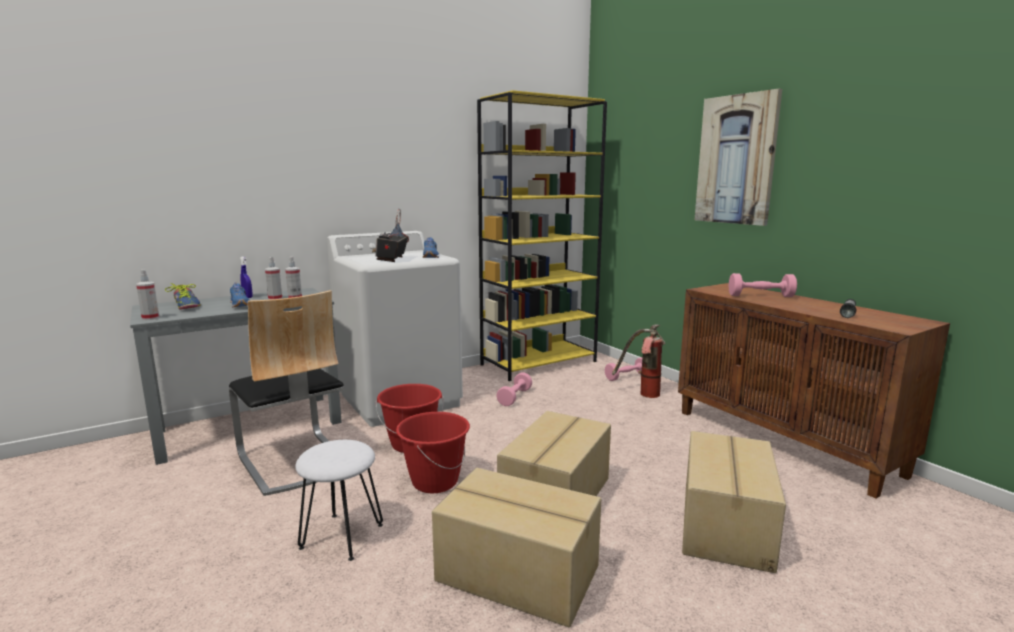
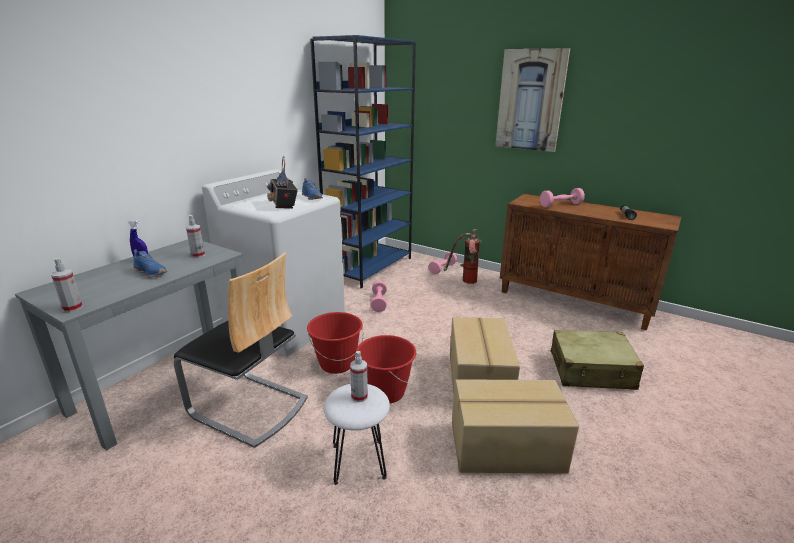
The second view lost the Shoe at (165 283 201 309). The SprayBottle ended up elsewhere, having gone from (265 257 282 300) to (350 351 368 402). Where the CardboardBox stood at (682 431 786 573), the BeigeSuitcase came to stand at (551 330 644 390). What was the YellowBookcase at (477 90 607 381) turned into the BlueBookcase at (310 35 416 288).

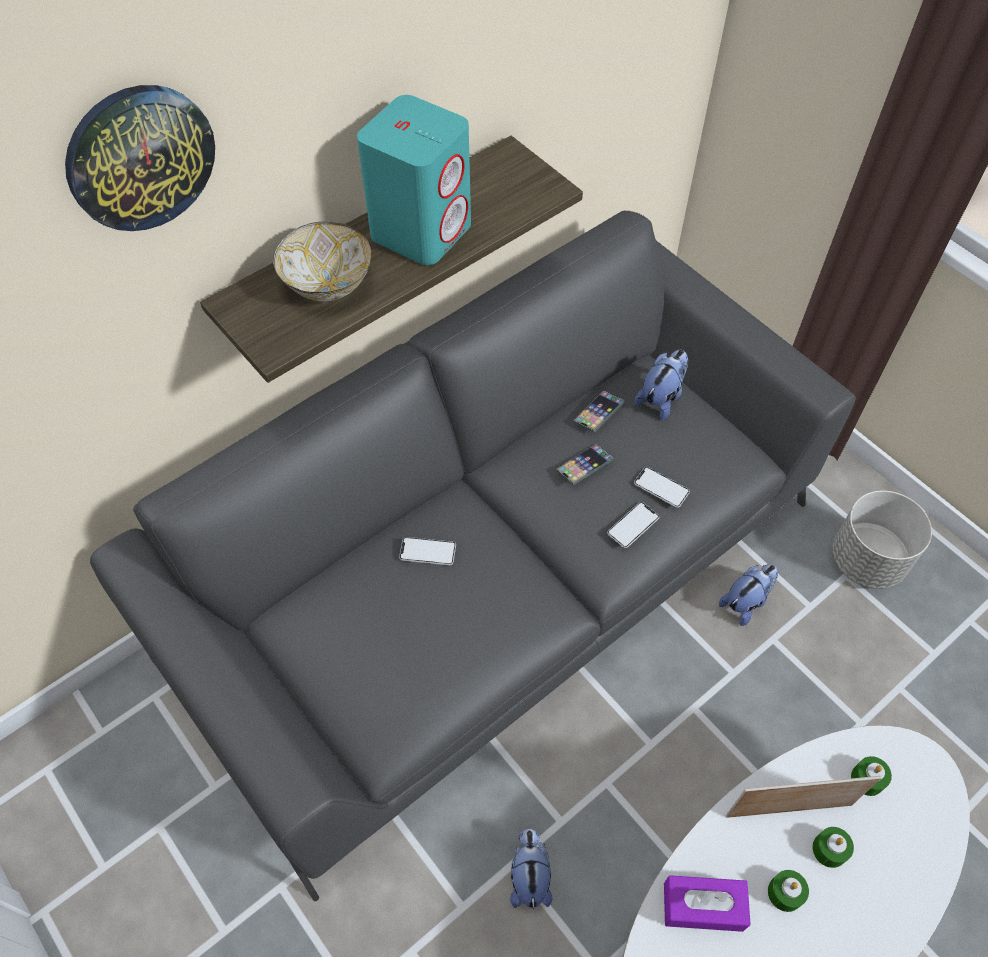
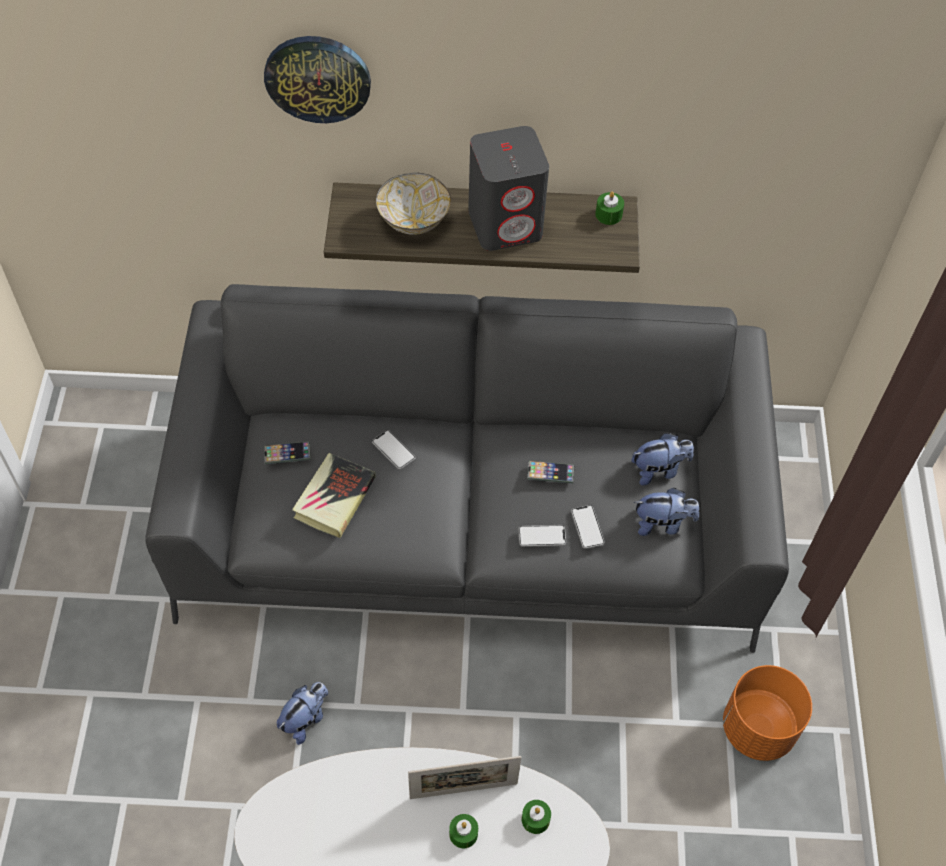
The second view lost the PurpleTissueBox at (664 875 751 932). The second view gained the Book at (292 453 376 538). The Phone ended up elsewhere, having gone from (573 390 625 432) to (264 441 311 464). The PlushToy ended up elsewhere, having gone from (719 564 778 626) to (634 488 699 536). The GreenCandle ended up elsewhere, having gone from (768 870 809 912) to (595 192 624 225). What was the TurquoiseSpeaker at (357 95 471 265) turned into the GreySpeaker at (468 126 549 251). What was the GreyPlanter at (832 490 932 589) turned into the OrangePlanter at (723 665 812 761). The PictureFrame at (726 776 882 818) ended up facing another way, 135 degrees clockwise from before.

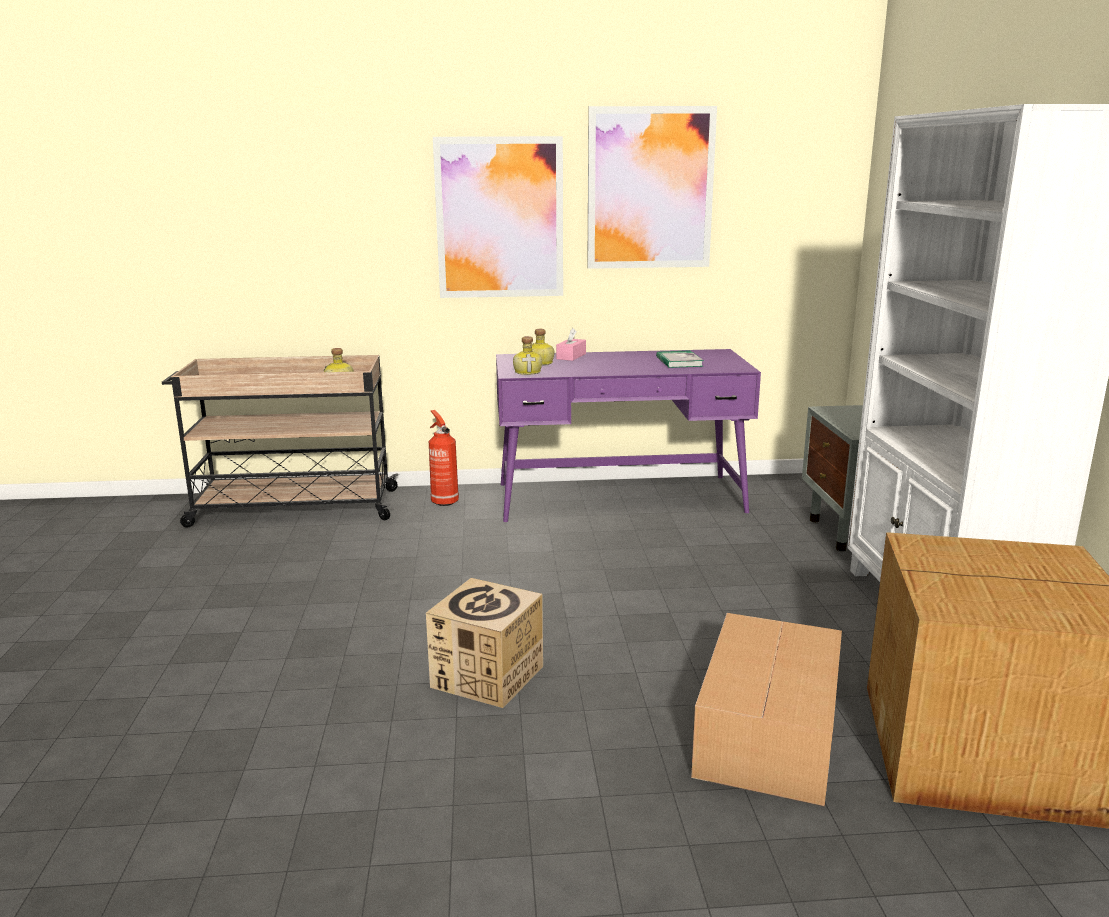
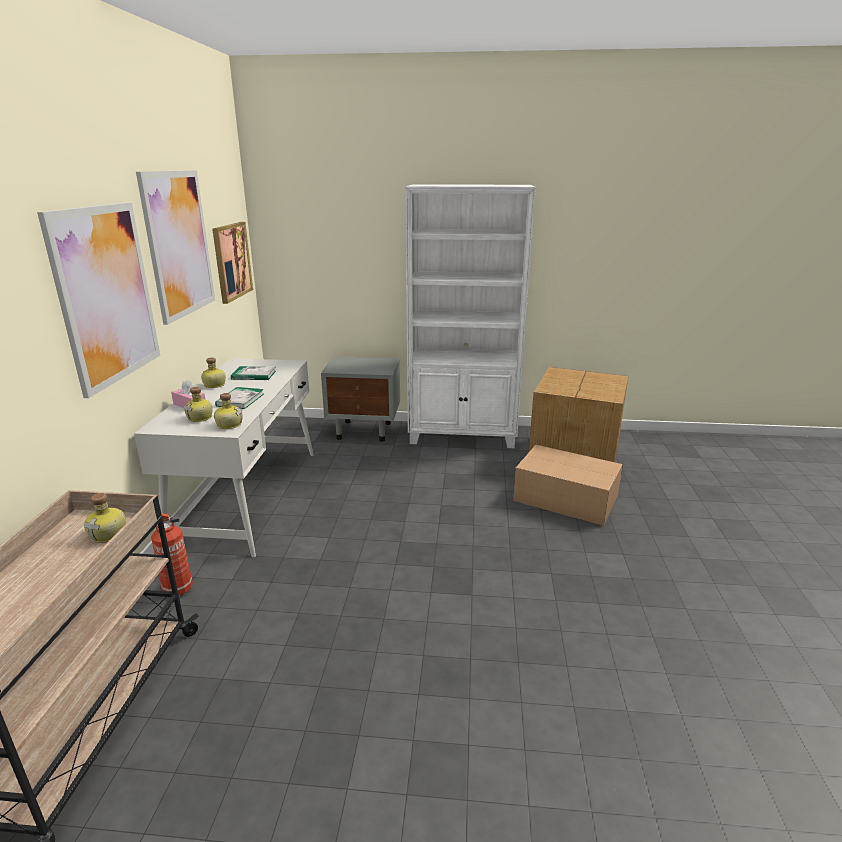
The second view lost the CardboardBox at (426 578 543 708). The second view gained the Bottle at (201 357 226 388). The second view gained the Picture at (212 222 253 304). The second view gained the Book at (215 387 264 409). What was the PurpleDesk at (496 349 761 522) turned into the WhiteDesk at (134 358 314 557).

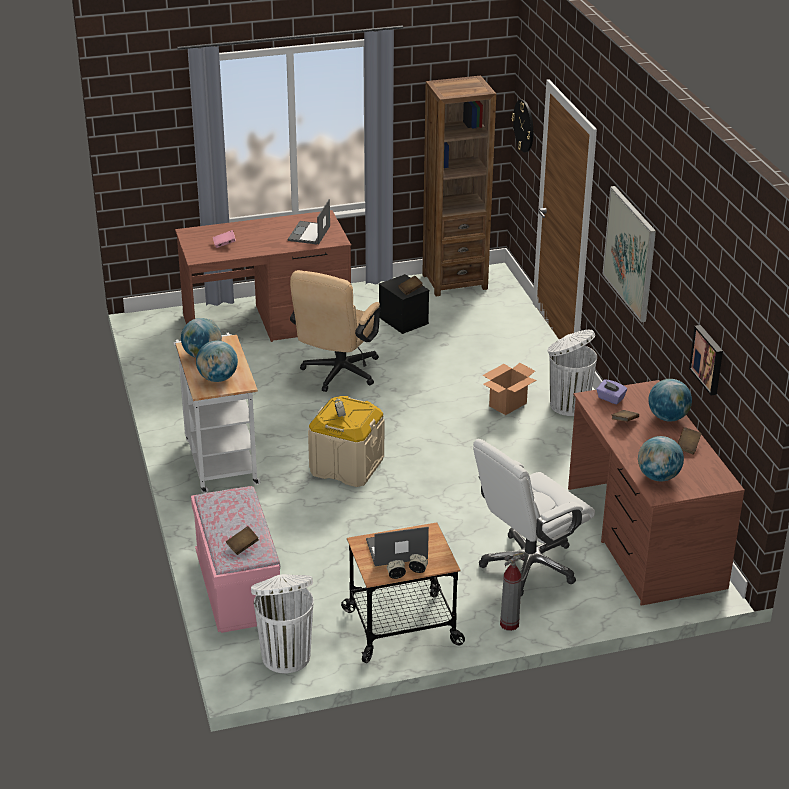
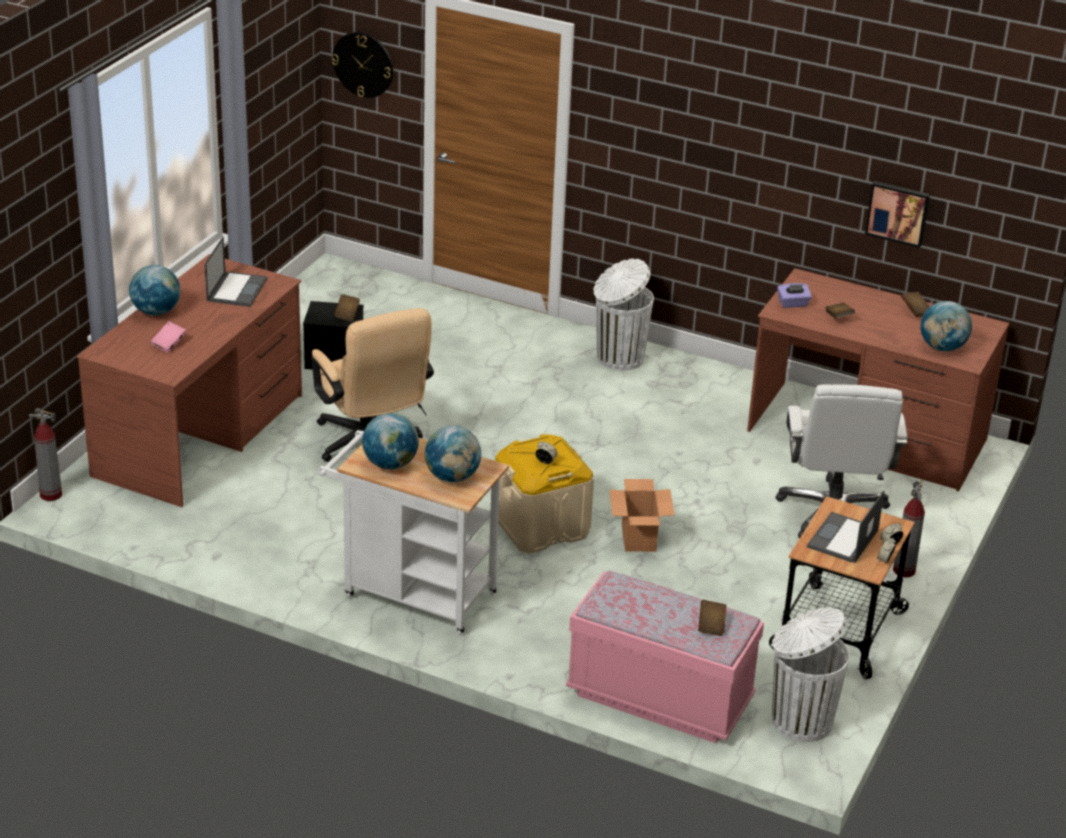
The second view lost the BrownBookcase at (422 76 496 296). The second view lost the Picture at (602 186 656 322). The second view gained the FireExtinguisher at (29 408 62 501). The CardboardBox ended up elsewhere, having gone from (482 363 537 415) to (609 479 675 552). The Globe ended up elsewhere, having gone from (648 379 692 422) to (129 265 180 316). The Laptop at (288 199 330 245) ended up facing another way, 135 degrees counterclockwise from before.

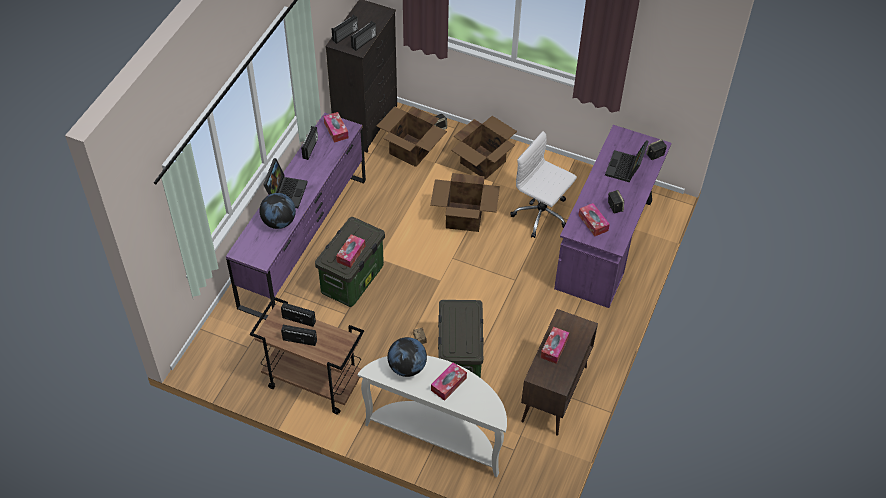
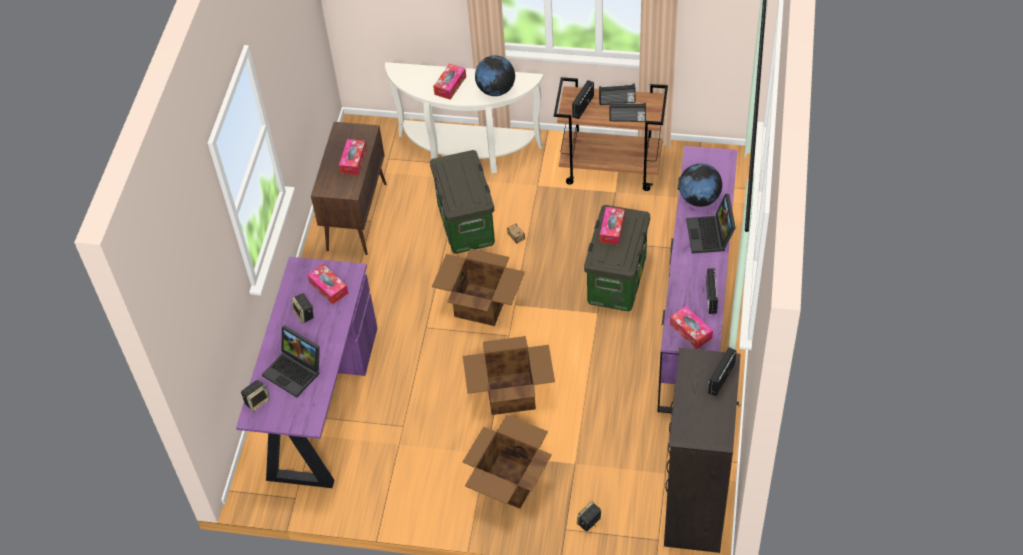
The second view lost the WhiteOfficeChair at (510 131 577 238). The Radio ended up elsewhere, having gone from (351 21 376 51) to (572 80 594 119). The CardboardBox ended up elsewhere, having gone from (377 106 447 167) to (432 248 525 326). The Laptop at (605 140 649 182) ended up facing another way, 120 degrees clockwise from before.

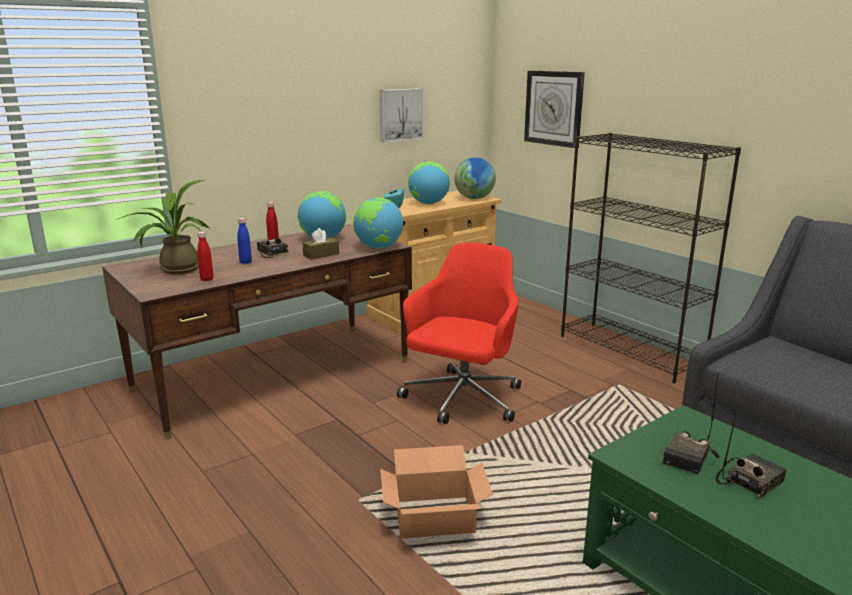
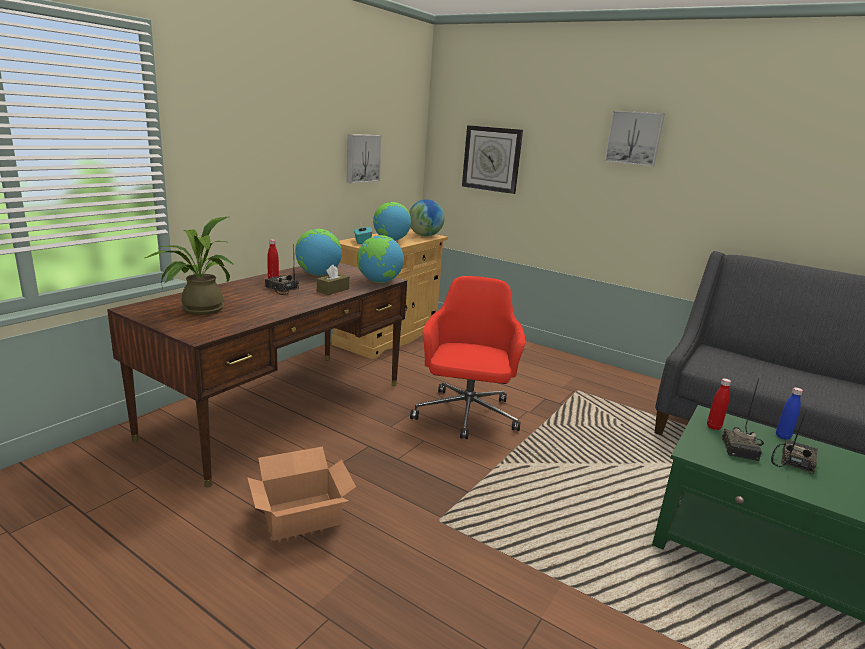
The second view lost the BlackBookcase at (561 133 741 383). The second view gained the Picture at (605 111 665 166). The RedBottle ended up elsewhere, having gone from (197 232 214 281) to (707 378 731 430). The BlueBottle ended up elsewhere, having gone from (237 218 252 264) to (776 387 803 440). The CardboardBox ended up elsewhere, having gone from (380 445 493 539) to (247 447 356 541).

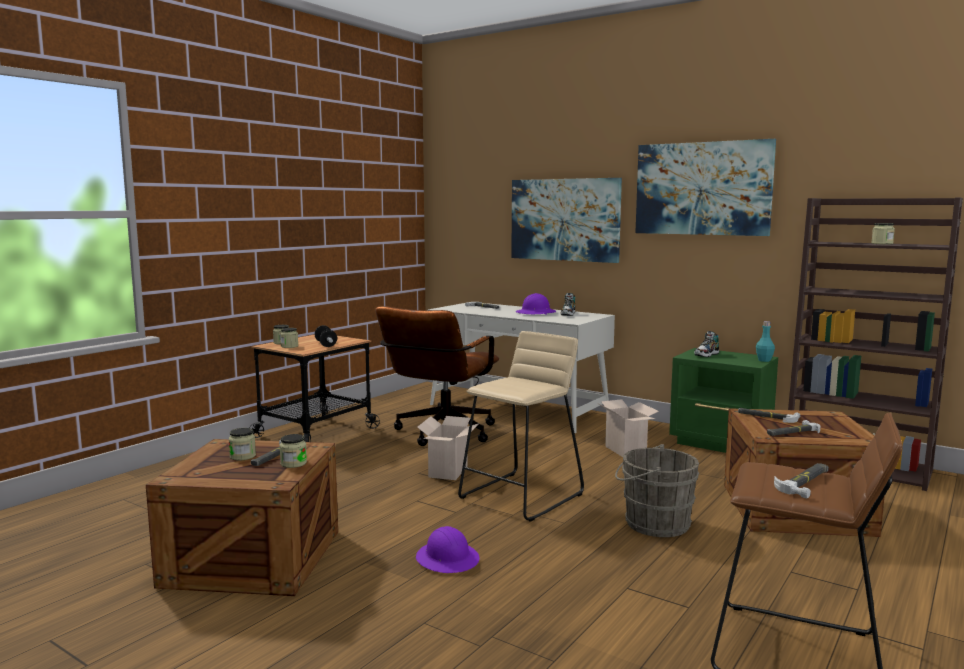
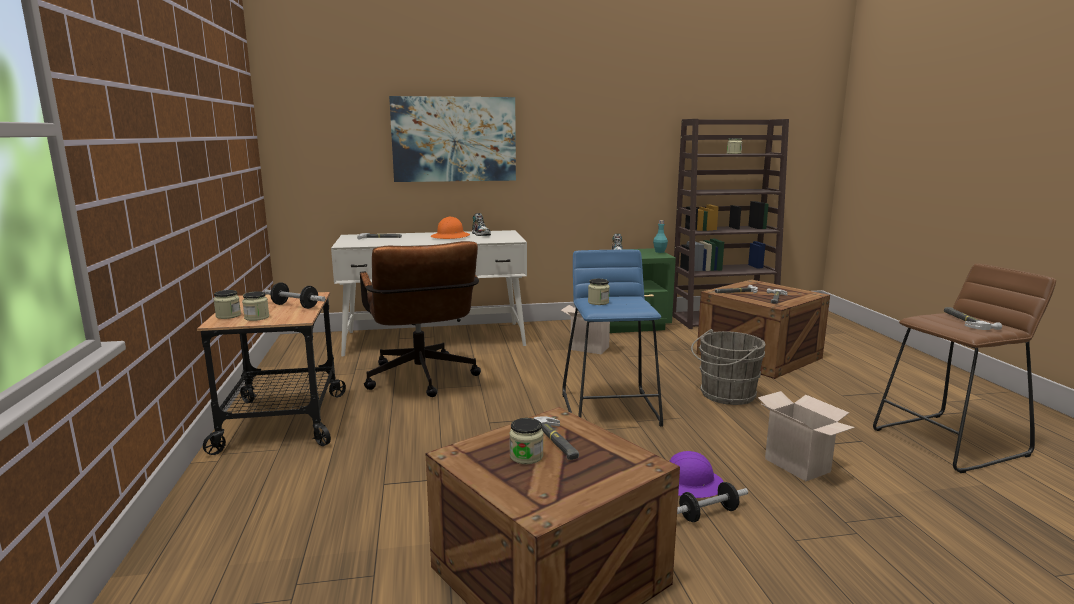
The second view lost the Picture at (635 139 776 236). The second view gained the Dumbbell at (677 482 748 522). The Jar ended up elsewhere, having gone from (279 434 307 468) to (588 279 610 305). The CardboardBox ended up elsewhere, having gone from (417 416 480 480) to (758 391 855 481). What was the BeigeStool at (458 331 584 522) turned into the BlueStool at (562 250 663 427). What was the PurpleHardHat at (516 293 556 315) turned into the OrangeHardHat at (431 217 470 239).

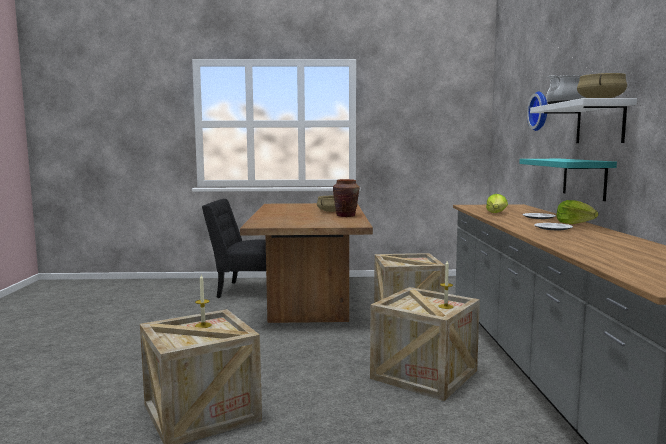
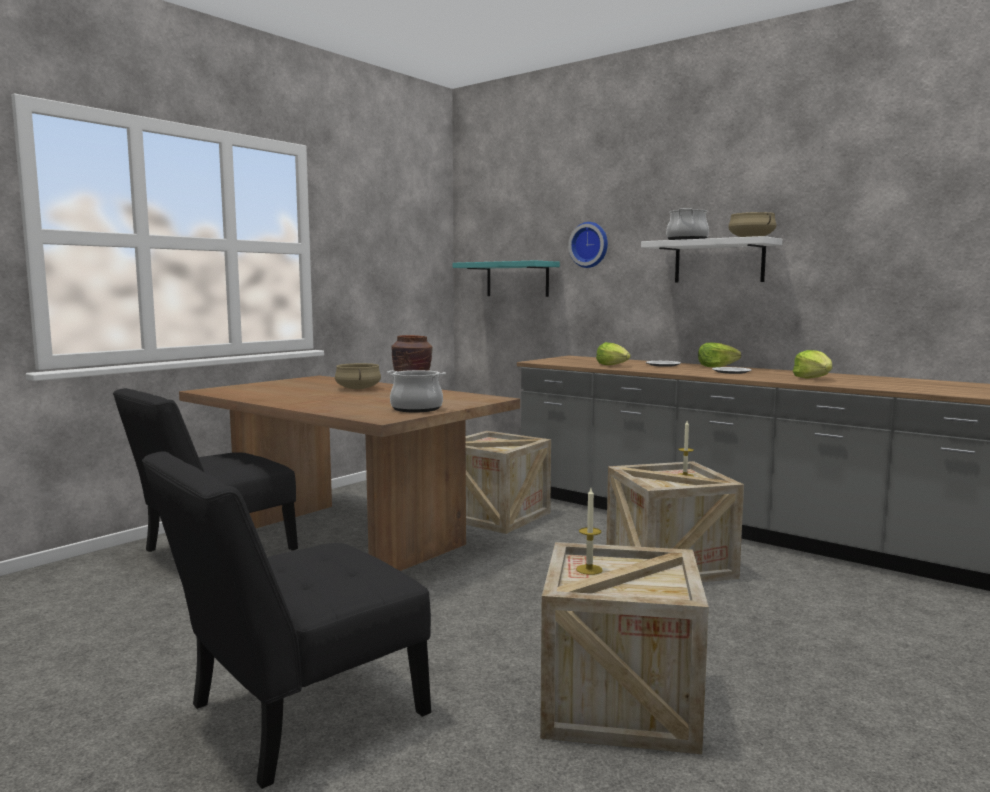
The second view gained the BlackChair at (142 451 431 789). The second view gained the CookingPot at (387 370 446 412). The second view gained the Lettuce at (793 350 832 379). The TurquoiseShelf ended up elsewhere, having gone from (519 159 617 201) to (453 261 560 297).

